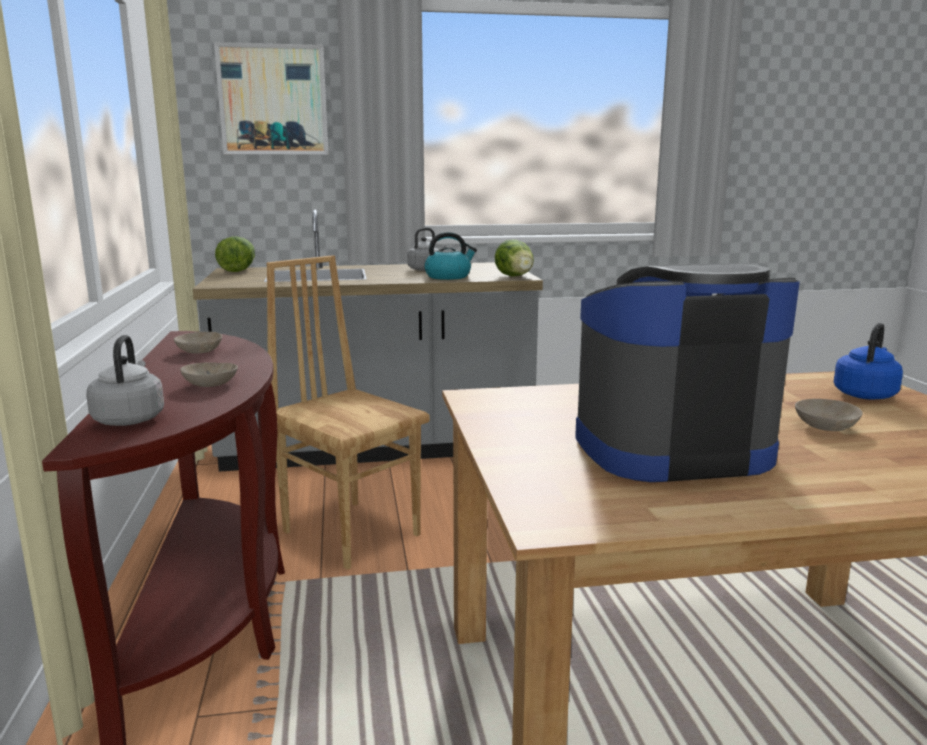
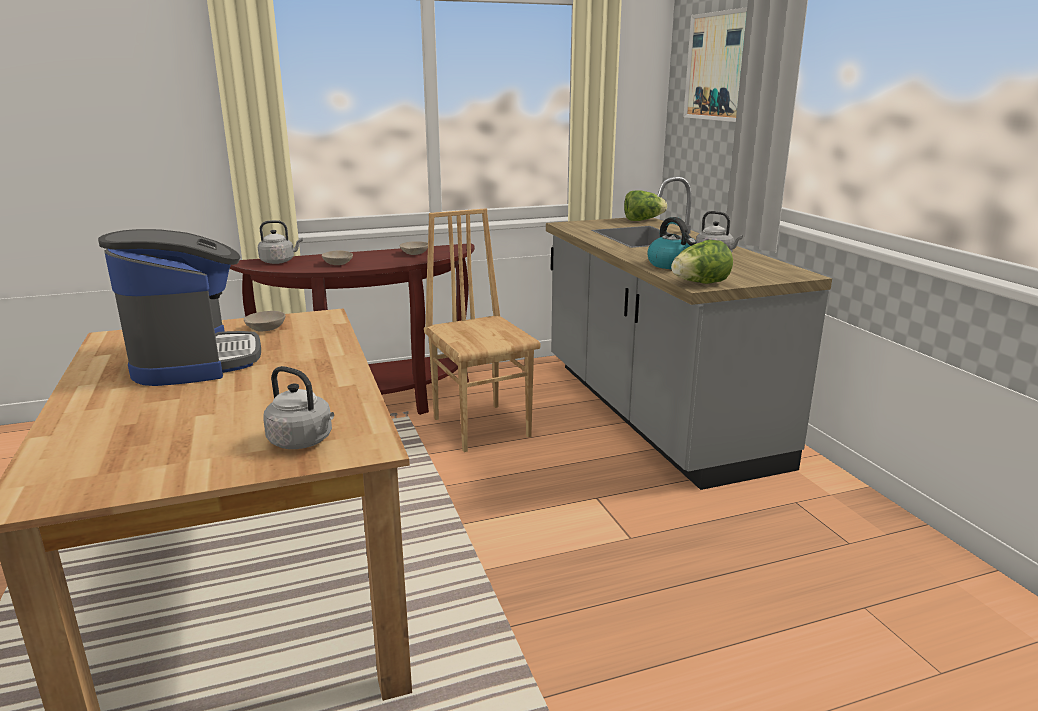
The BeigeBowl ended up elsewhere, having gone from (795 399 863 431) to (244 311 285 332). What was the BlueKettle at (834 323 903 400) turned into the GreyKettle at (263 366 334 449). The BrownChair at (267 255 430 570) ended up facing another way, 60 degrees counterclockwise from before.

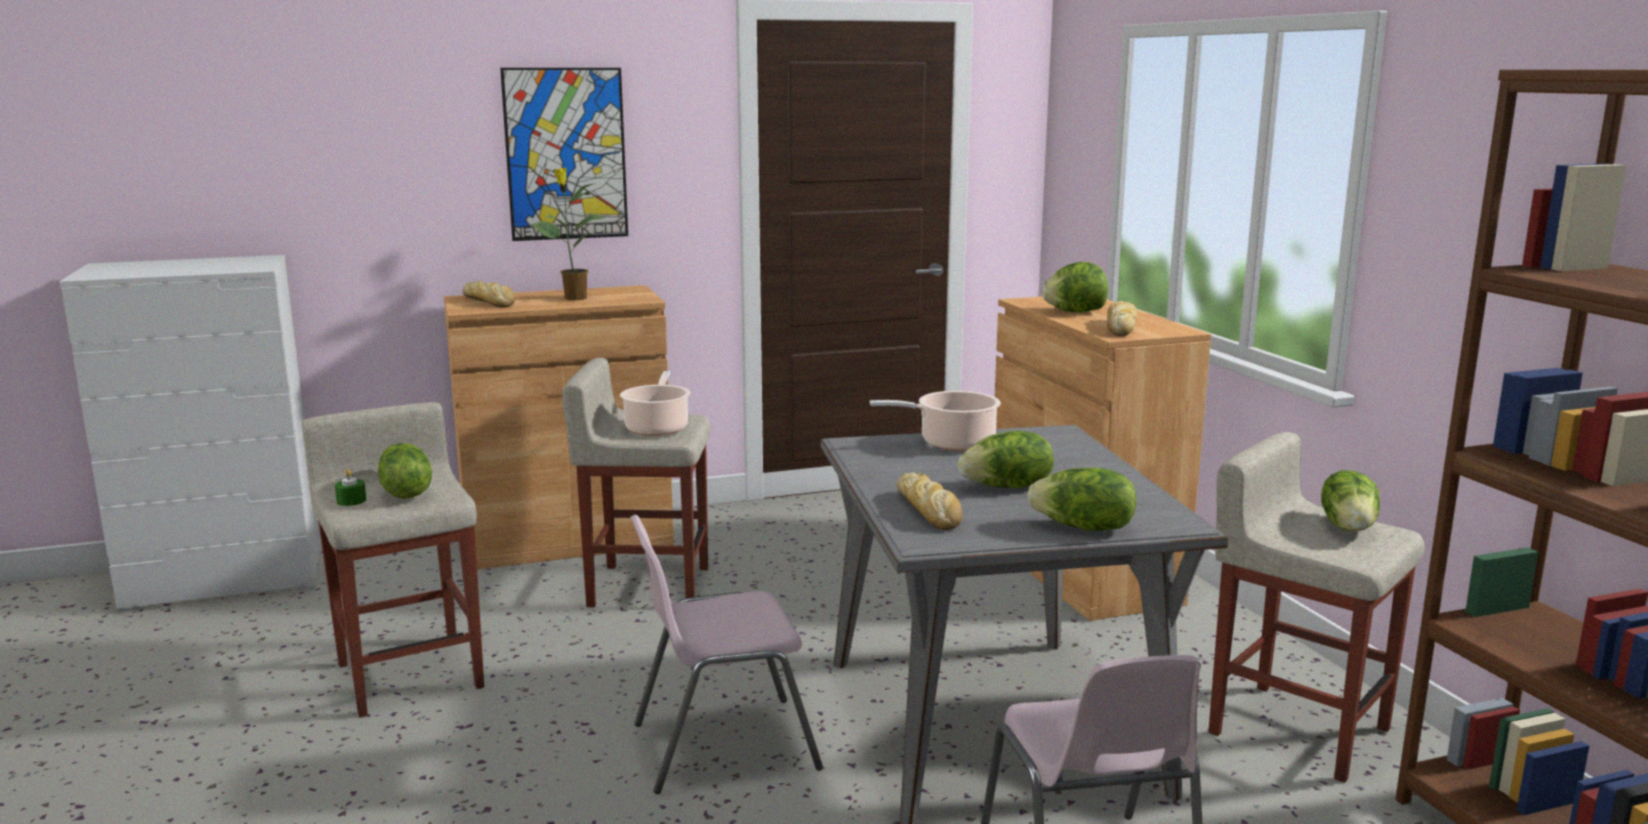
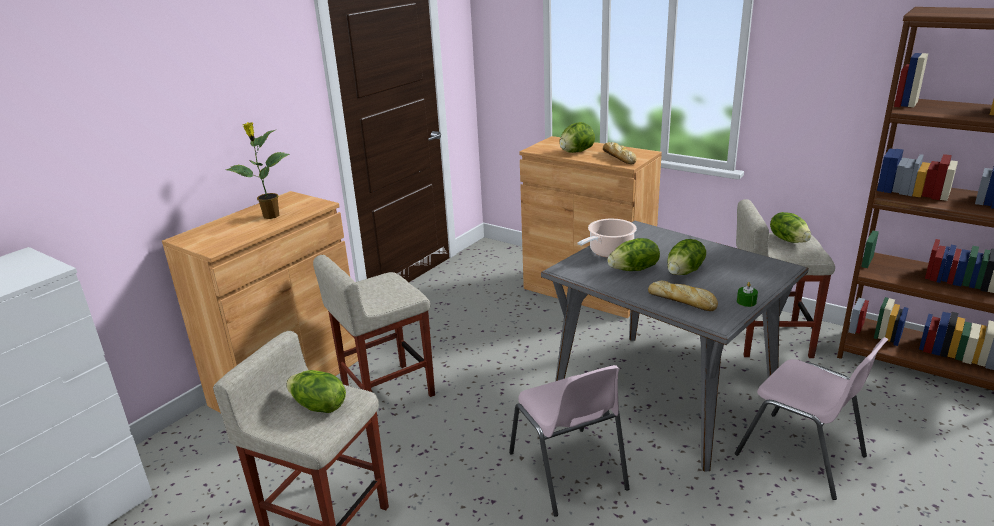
The second view lost the Bread at (463 281 515 308). The second view lost the Picture at (500 68 628 241). The second view lost the CookingPot at (620 371 690 436). The GreenCandle ended up elsewhere, having gone from (335 469 366 506) to (737 282 758 307). The Lettuce ended up elsewhere, having gone from (1027 468 1137 531) to (607 238 660 271). The PinkChair at (630 515 823 794) ended up facing another way, 60 degrees counterclockwise from before.

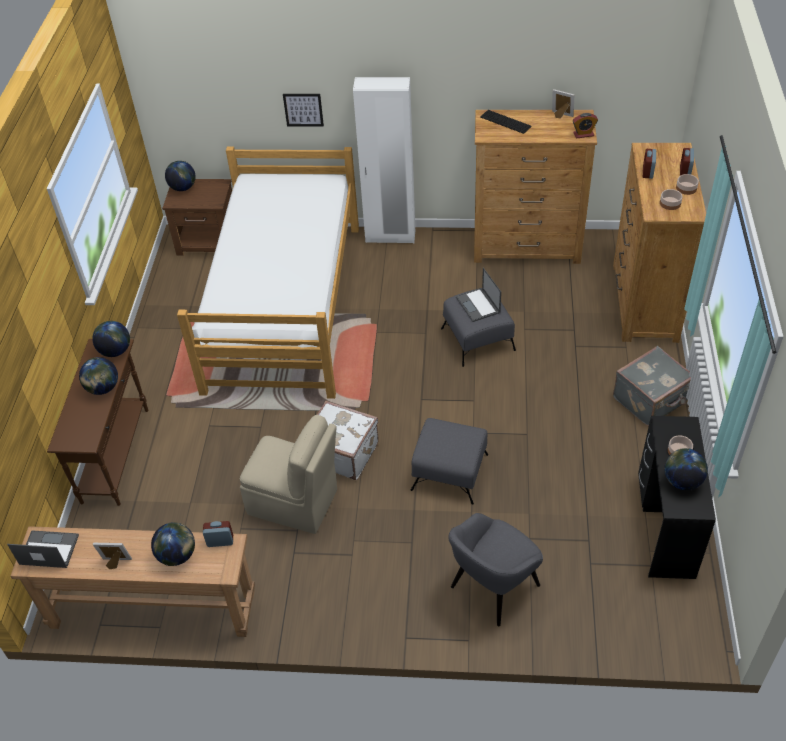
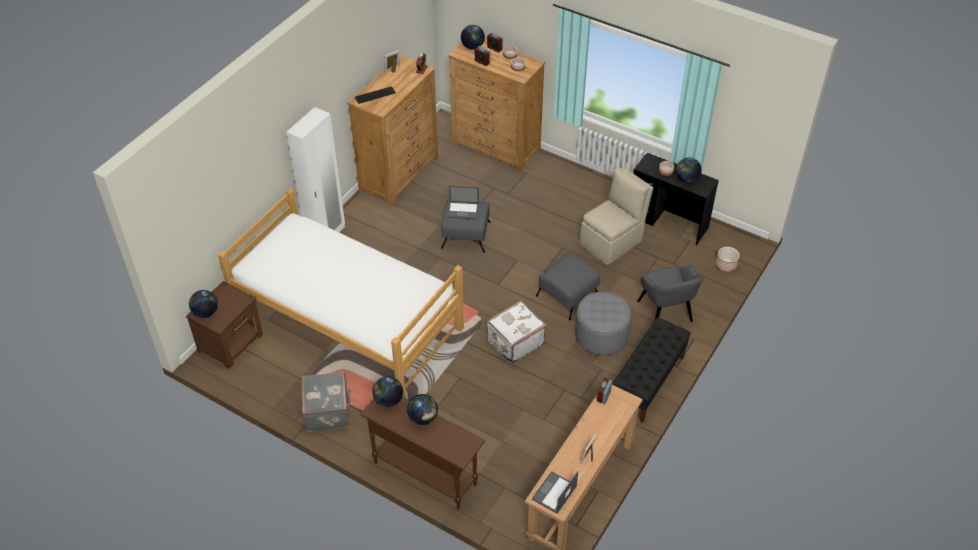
The second view lost the Picture at (283 94 324 127). The second view gained the GreyOttoman at (575 292 631 355). The second view gained the BlackBench at (613 318 691 423). The second view gained the Planter at (716 247 739 272). The Globe ended up elsewhere, having gone from (151 522 195 566) to (461 25 485 49). The BeigeChair ended up elsewhere, having gone from (240 415 337 534) to (580 167 653 265). The GreySuitcase ended up elsewhere, having gone from (613 346 691 426) to (301 372 351 432).

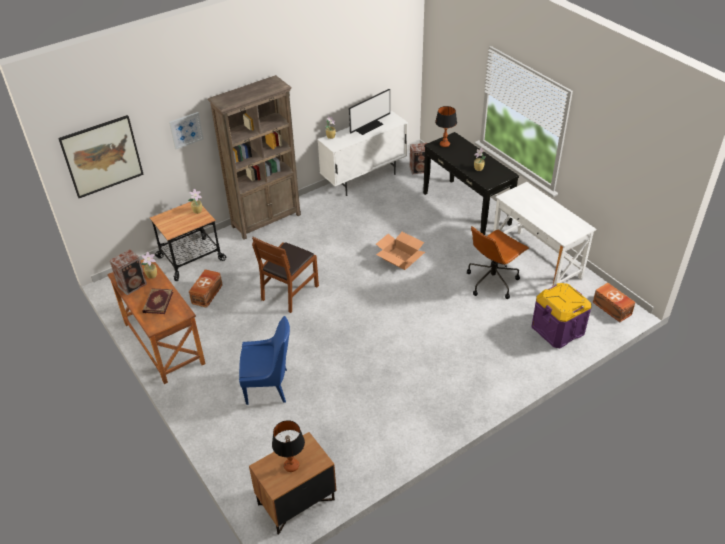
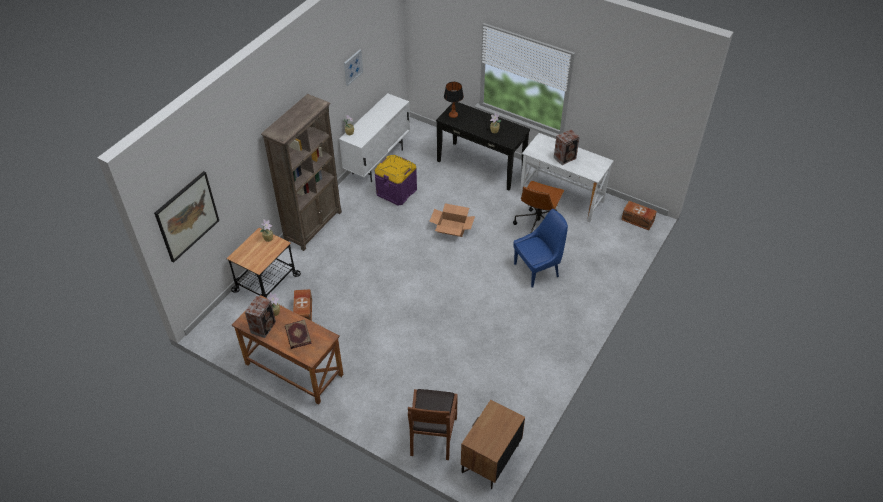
The second view lost the TableLamp at (272 420 305 472). The second view lost the Monitor at (349 89 390 135). The Picture ended up elsewhere, having gone from (169 112 204 149) to (344 50 363 86). The BlueChair ended up elsewhere, having gone from (239 316 290 405) to (514 209 568 287). The BrownChair ended up elsewhere, having gone from (252 237 319 313) to (408 389 458 460). The Speaker ended up elsewhere, having gone from (410 143 427 174) to (554 130 580 165). The PurpleStorageBox ended up elsewhere, having gone from (532 283 591 348) to (374 155 417 205).

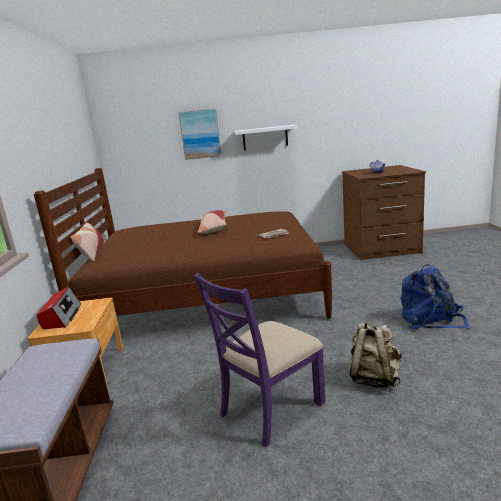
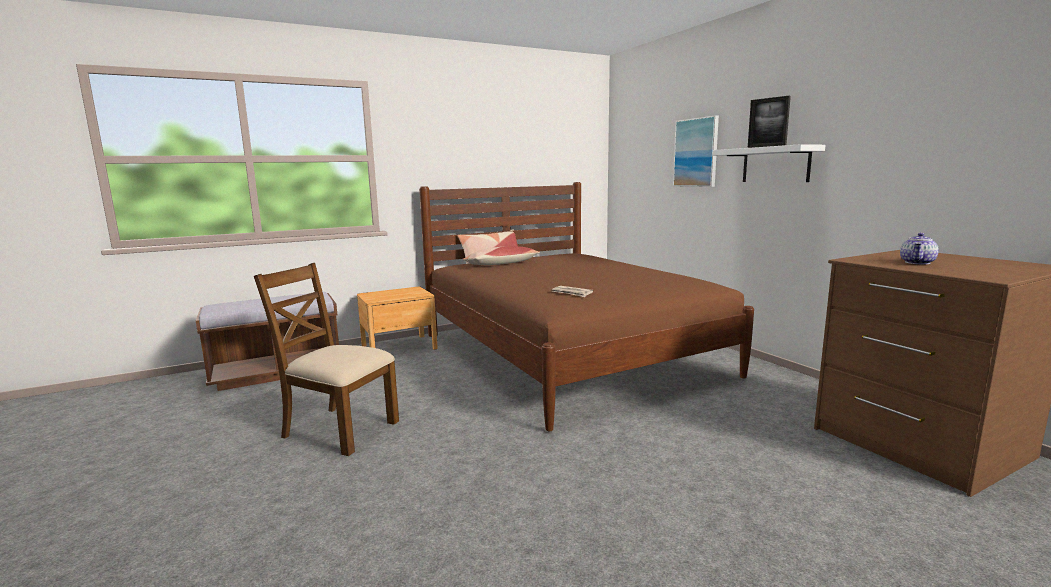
The second view lost the Radio at (37 287 81 329). The second view lost the BeigeBackpack at (349 321 402 388). The second view lost the BlueBackpack at (400 264 470 329). The second view gained the PictureFrame at (748 96 791 148). The Pillow ended up elsewhere, having gone from (198 210 227 234) to (462 246 540 265). What was the PurpleChair at (194 273 325 447) turned into the BrownChair at (254 263 399 456).

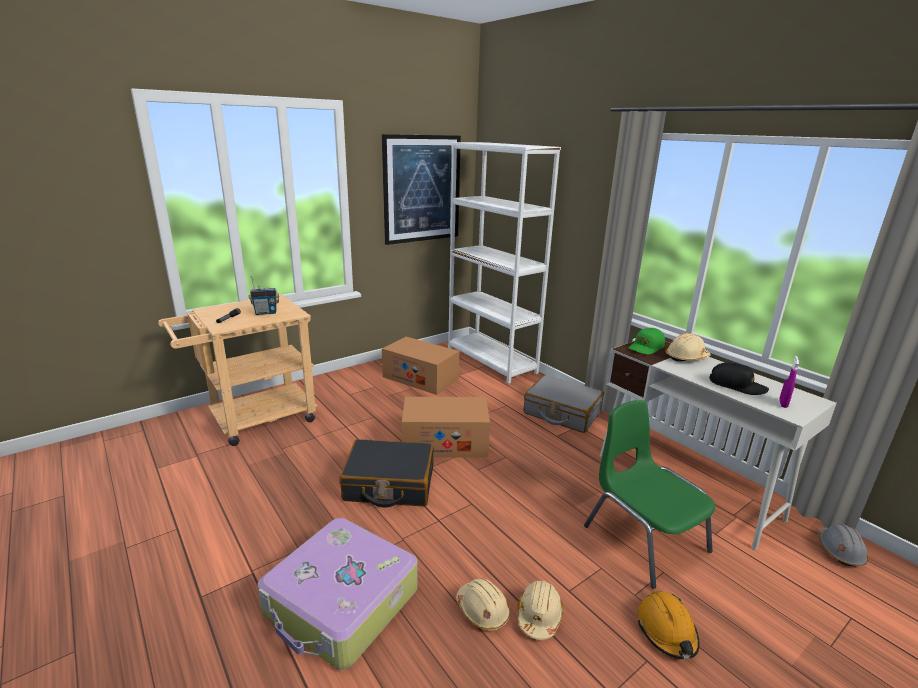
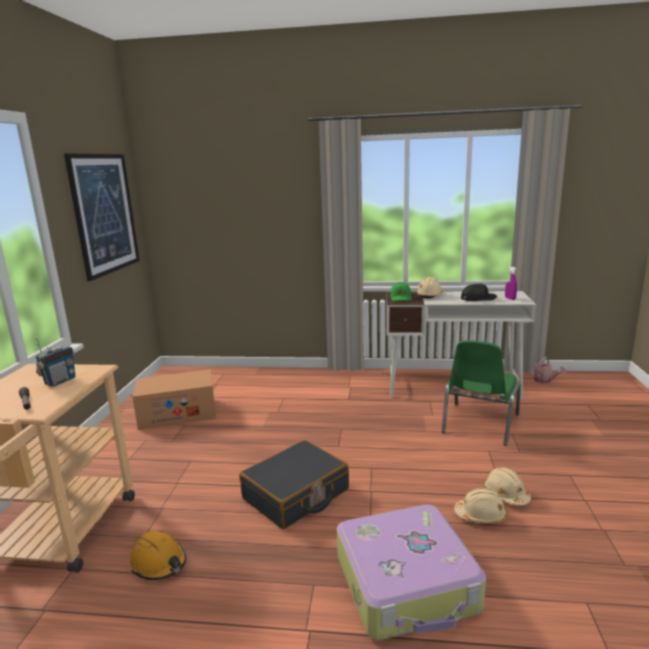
The second view lost the CardboardBox at (402 397 490 458). The second view lost the WhiteBookcase at (448 142 561 384). The second view lost the GreySuitcase at (524 375 604 433). The OrangeHardHat ended up elsewhere, having gone from (638 591 699 659) to (130 531 186 580). Where the GreyHardHat stood at (817 524 868 566), the WateringCan came to stand at (530 357 566 383). The GreenChair at (584 400 715 589) ended up facing another way, 75 degrees counterclockwise from before.

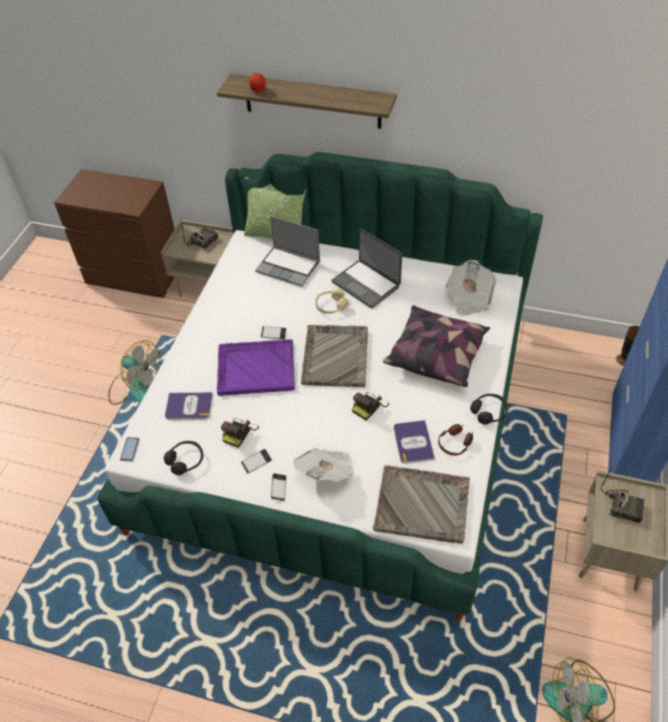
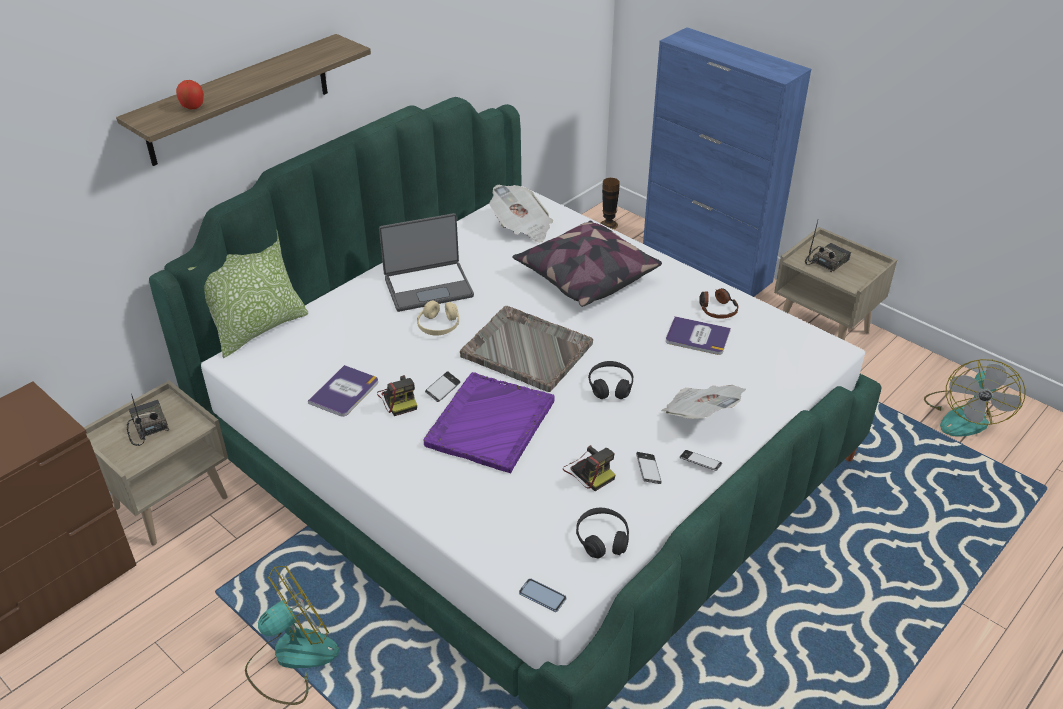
The second view lost the Laptop at (255 216 320 287). The second view lost the GreyTray at (373 465 470 544). The Book ended up elsewhere, having gone from (165 392 213 420) to (308 365 378 417). The PhotoCamera ended up elsewhere, having gone from (352 392 389 420) to (377 375 417 416). The BlackHeadphones ended up elsewhere, having gone from (470 394 509 425) to (588 361 633 399).

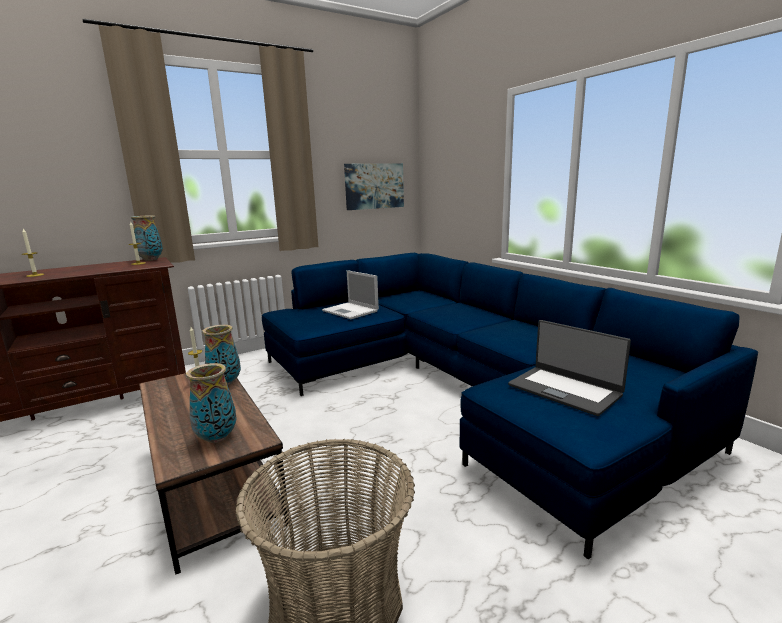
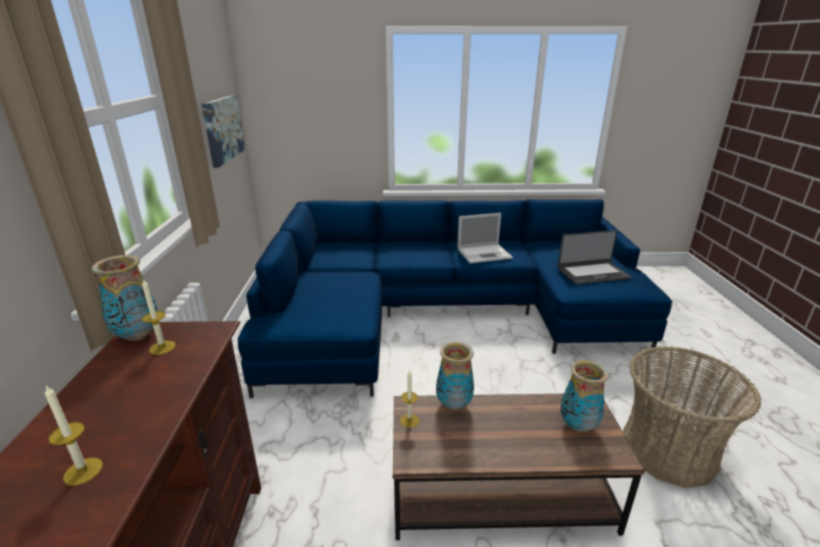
The Laptop ended up elsewhere, having gone from (322 270 379 319) to (457 213 513 263).

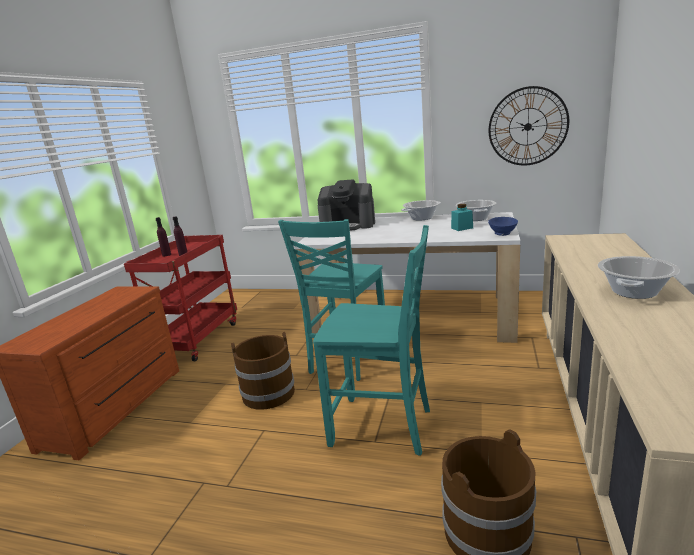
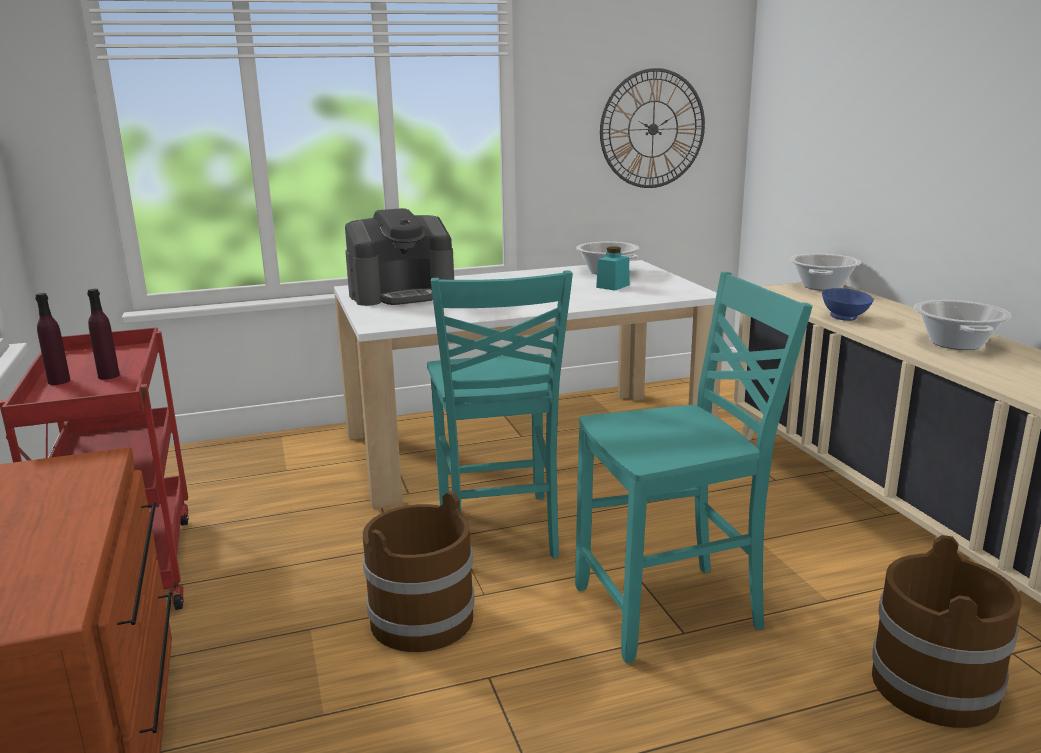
The CookingPot ended up elsewhere, having gone from (401 200 441 221) to (789 254 862 291). The BlueBowl ended up elsewhere, having gone from (488 217 518 236) to (822 288 874 321).

